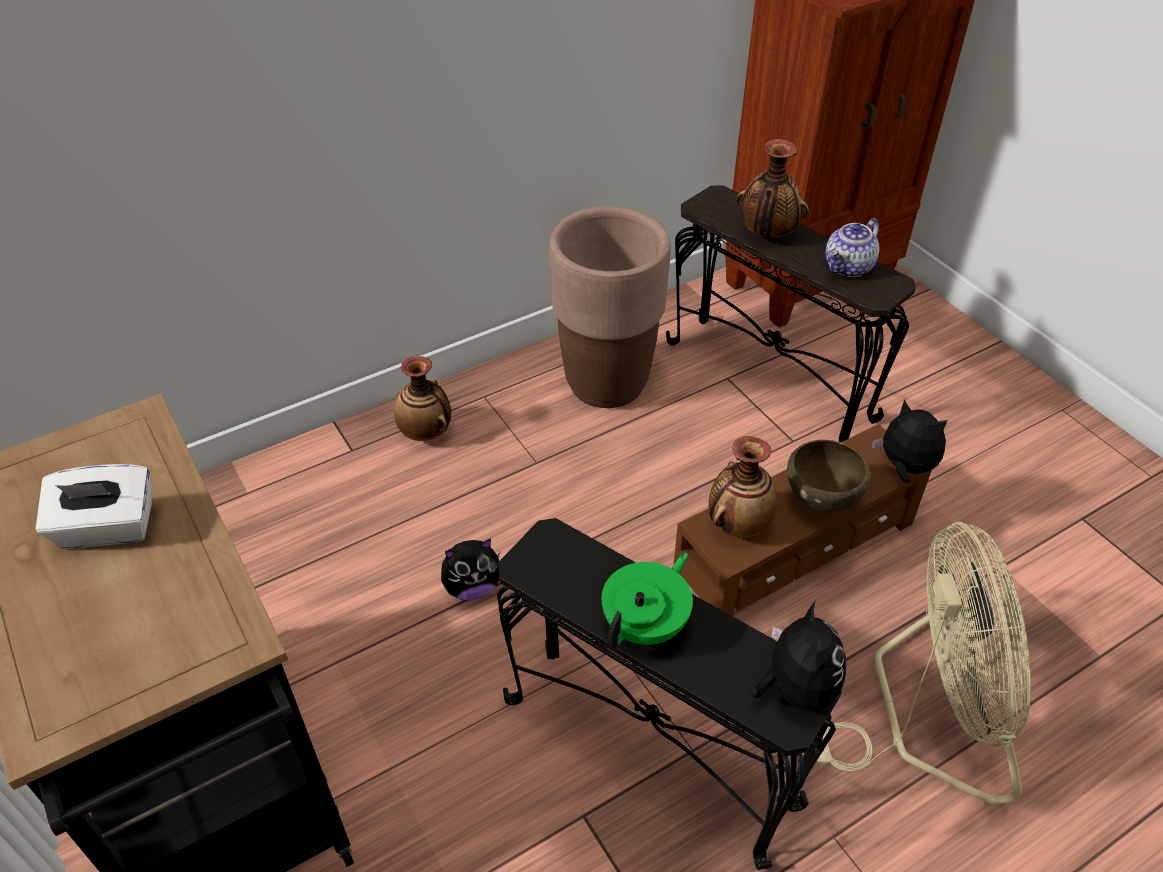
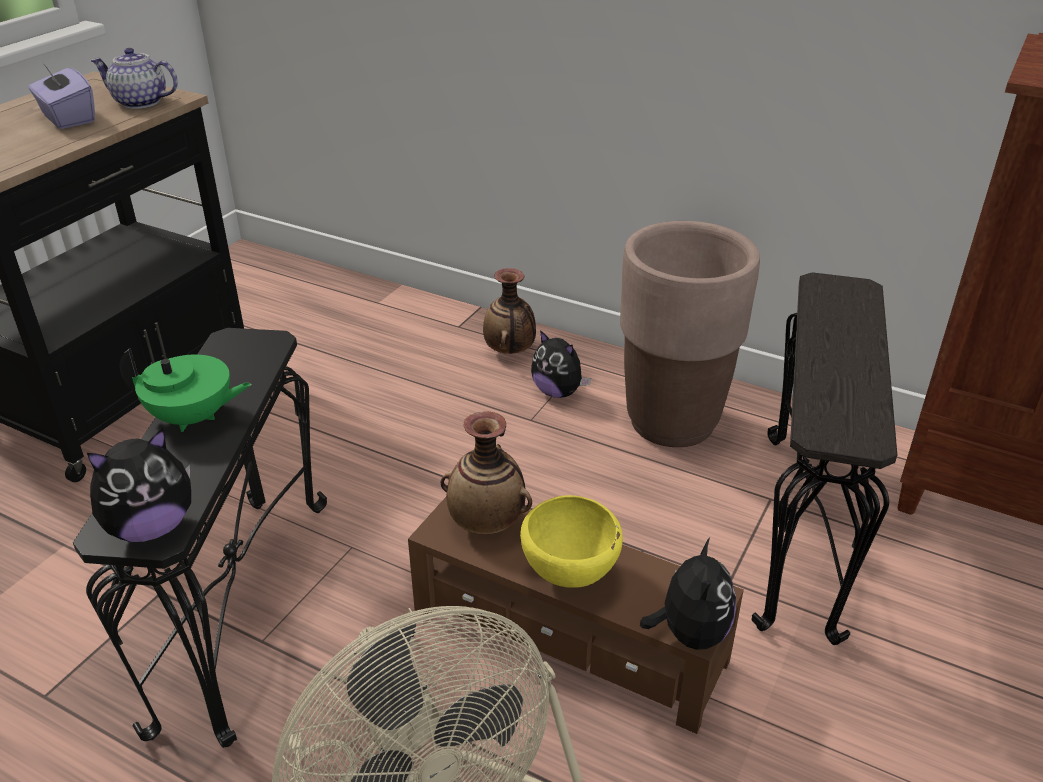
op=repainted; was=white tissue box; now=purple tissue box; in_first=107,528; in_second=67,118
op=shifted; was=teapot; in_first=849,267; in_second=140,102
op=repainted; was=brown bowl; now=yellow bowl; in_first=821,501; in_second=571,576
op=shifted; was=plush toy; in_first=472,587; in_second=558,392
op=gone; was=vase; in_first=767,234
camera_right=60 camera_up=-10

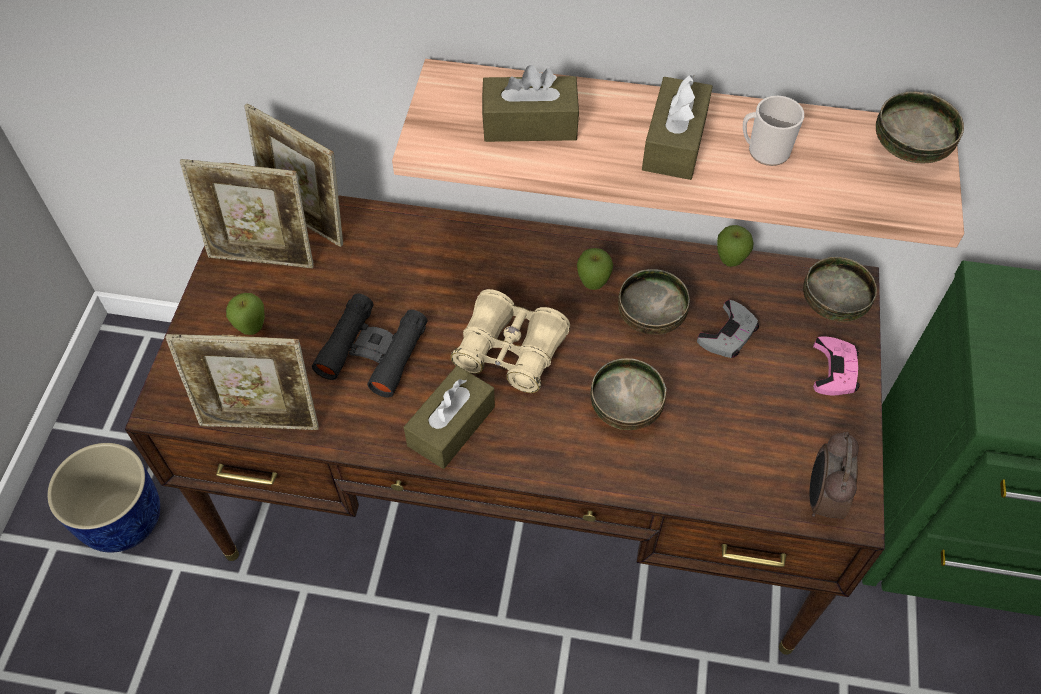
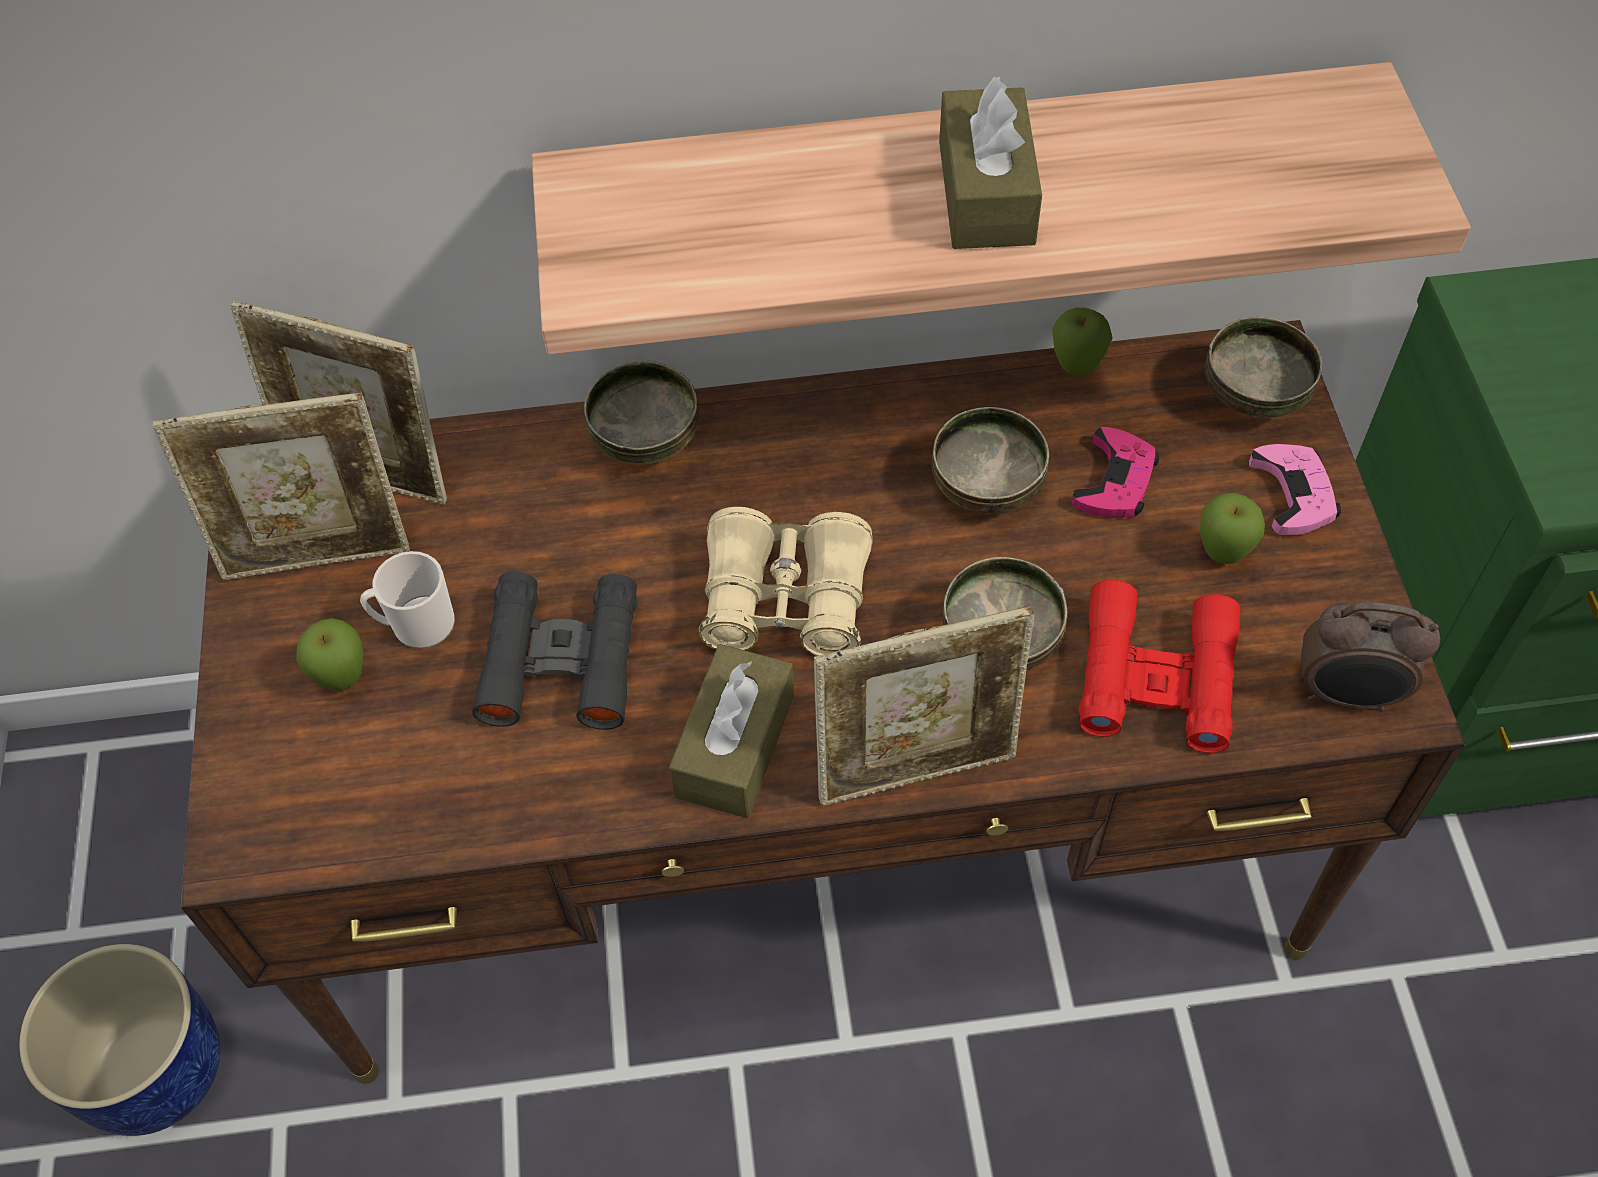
op=shifted; was=mug; in_first=764,151; in_second=416,625
op=shifted; was=bowl; in_first=909,148; in_second=645,438
op=shifted; was=picture frame; in_first=261,421; in_second=917,770
op=repainted; was=grey game controller; now=pink game controller; in_first=728,334; in_second=1115,481
op=new; now=red binoculars; in_second=1156,677
op=shifted; was=apple; in_first=593,285; in_second=1222,555
op=rotated; was=alarm clock; in_first=821,498; in_second=1347,695; clockwise=-75
op=gone; was=brown tissue box; in_first=530,124
camera_right=-15 camera_up=0

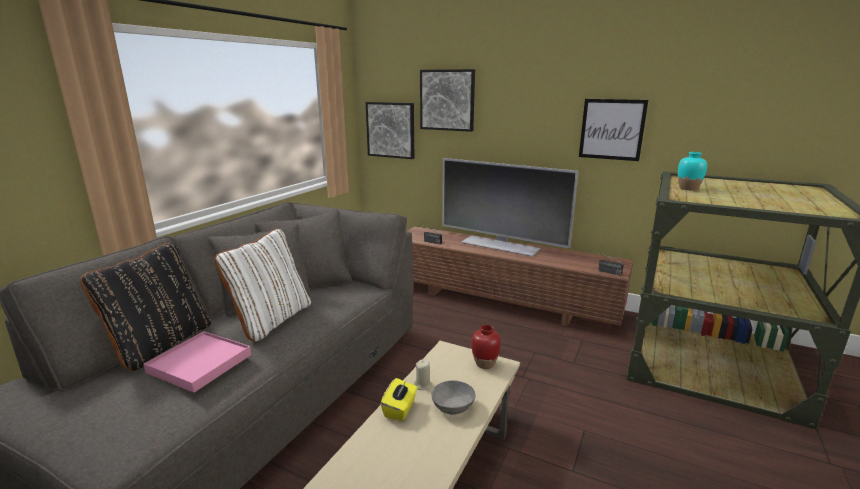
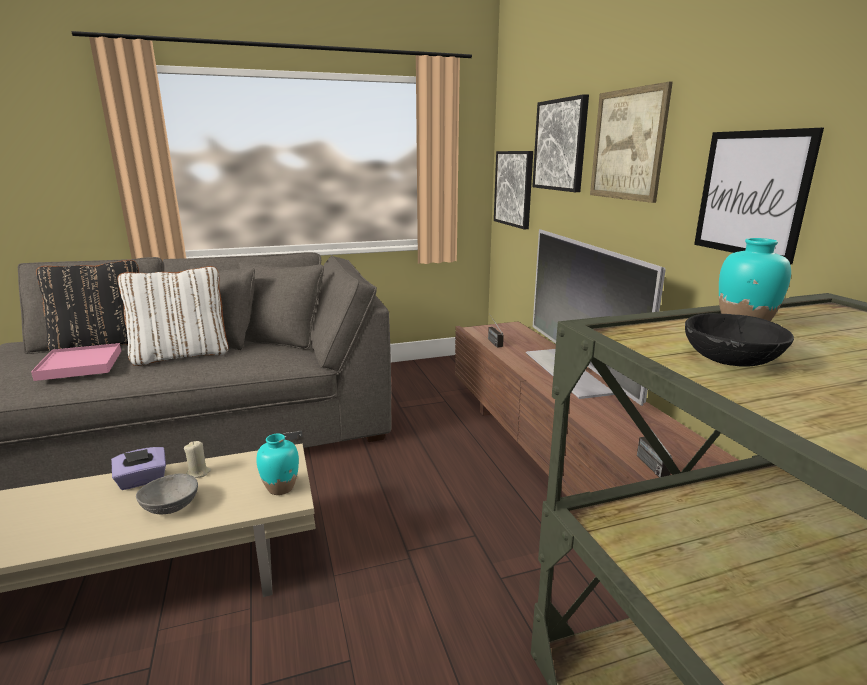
op=repainted; was=yellow tissue box; now=purple tissue box; in_first=400,409; in_second=142,480
op=repainted; was=red vase; now=turquoise vase; in_first=484,364; in_second=281,487
op=new; now=picture; in_second=628,145
op=new; now=black bowl; in_second=729,359
camera_right=45 camera_up=0

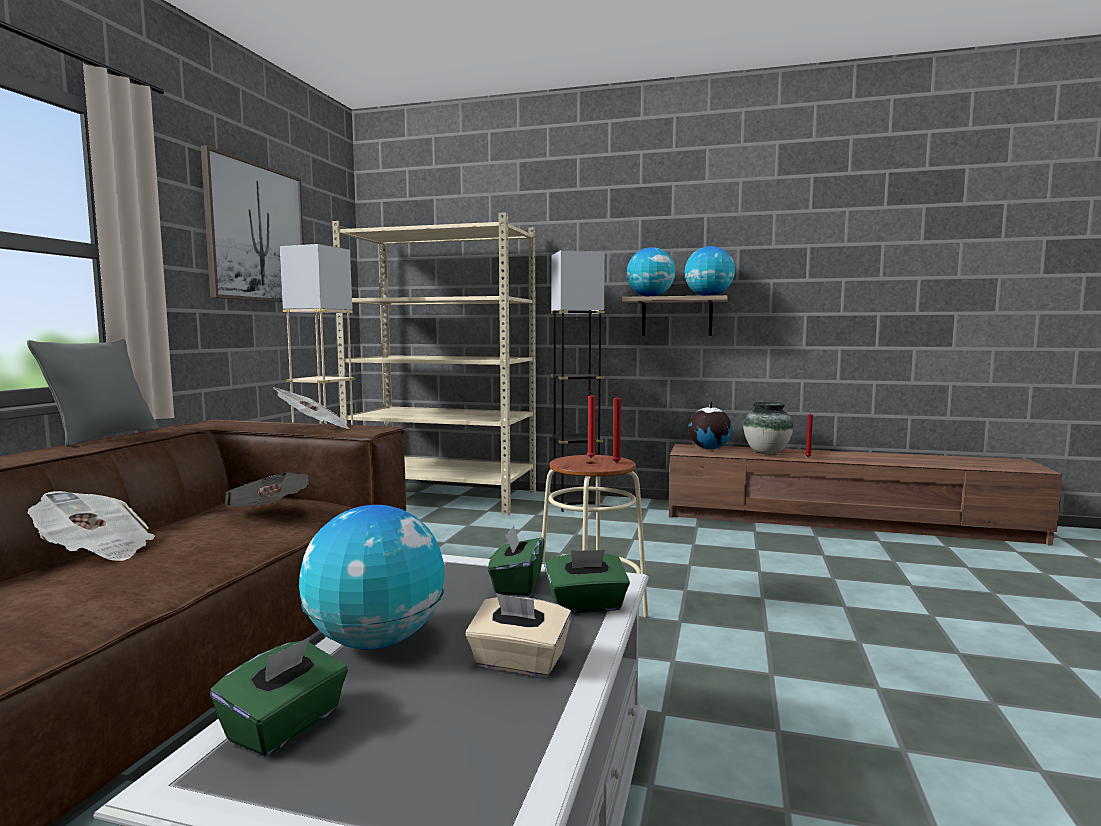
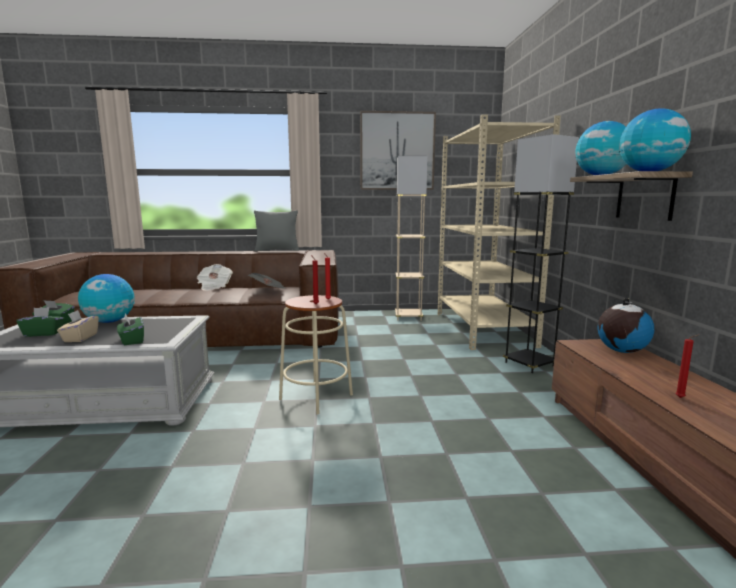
op=shifted; was=green tissue box; in_first=517,584; in_second=43,333
op=gone; was=newspaper; in_first=315,428
op=gone; was=vase; in_first=766,452
camera_right=70 camera_up=5

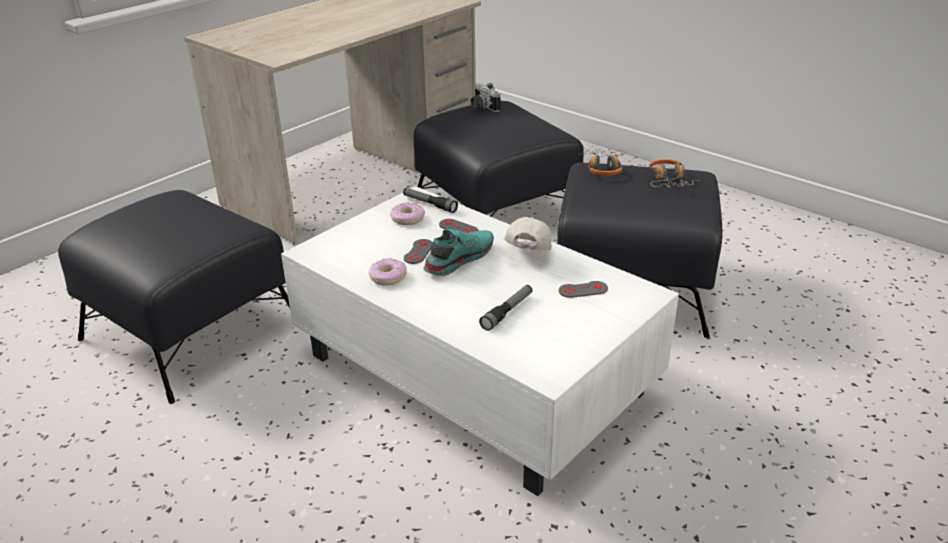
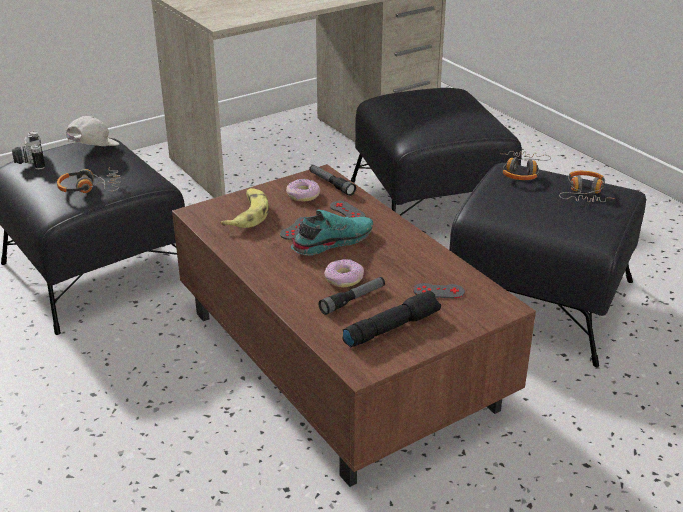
op=shifted; was=photo camera; in_first=481,108; in_second=29,161
op=new; now=headphones; in_second=90,188
op=shifted; was=white cap; in_first=527,256; in_second=92,151
op=repainted; was=white coffee table; now=brown coffee table; in_first=471,372; in_second=337,357
op=new; now=banana; in_second=247,215
op=shifted; was=donut; in_first=387,277; in_second=343,278
op=new; now=black flashlight; in_second=391,327
camera_right=15 camera_up=0

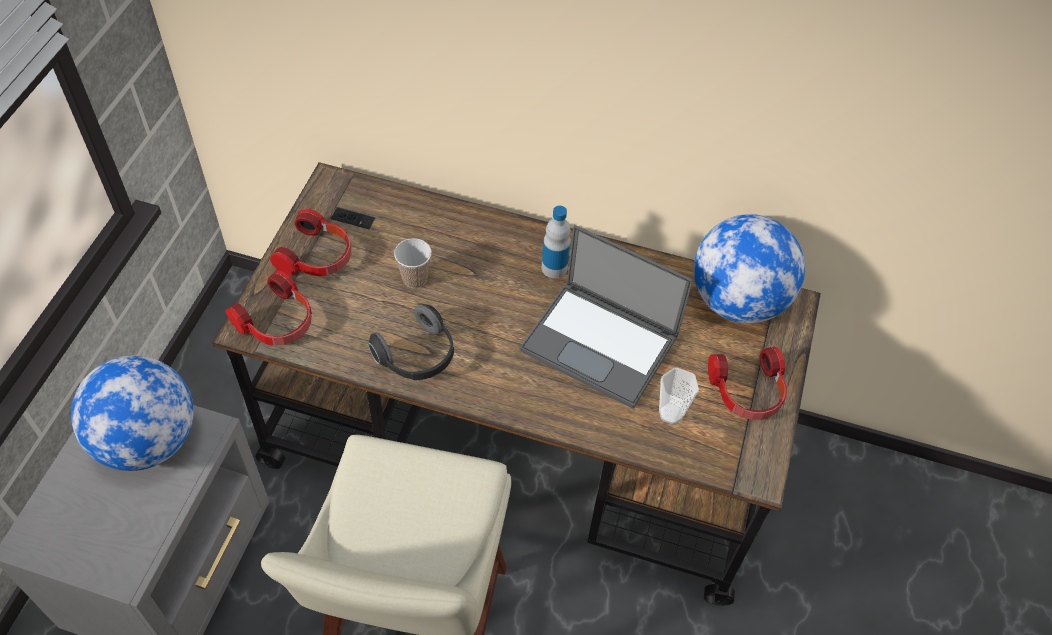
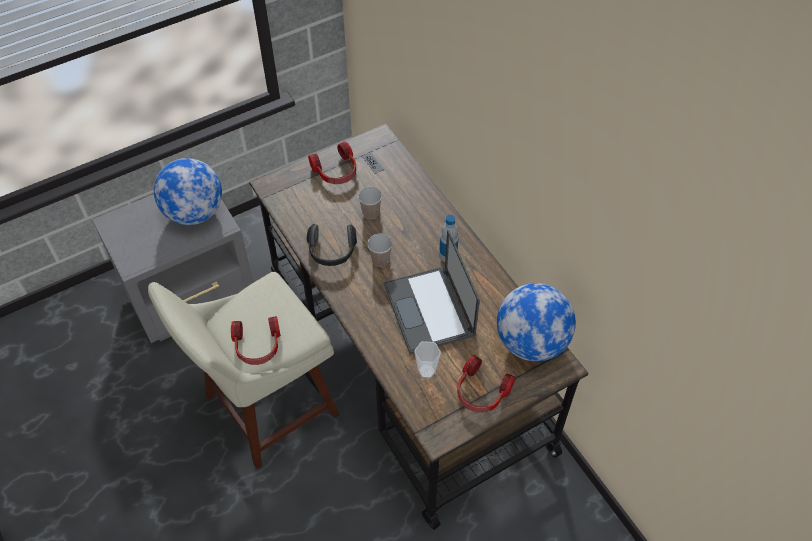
op=shifted; was=headphones; in_first=278,322; in_second=257,346
op=new; now=cup; in_second=380,260
camera_right=45 camera_up=0

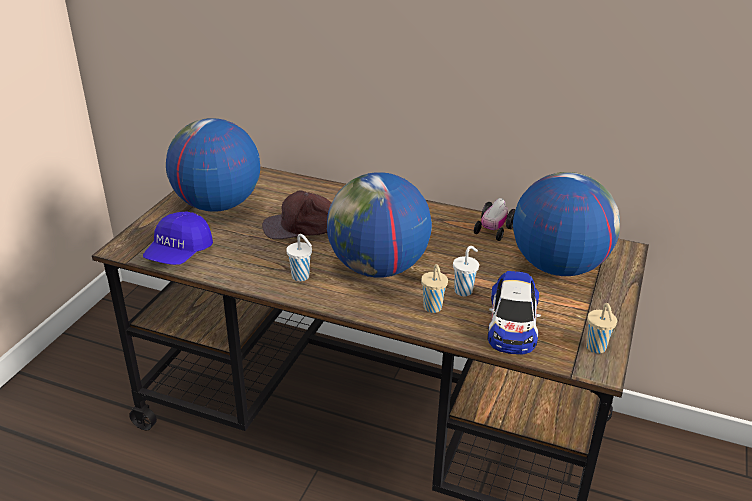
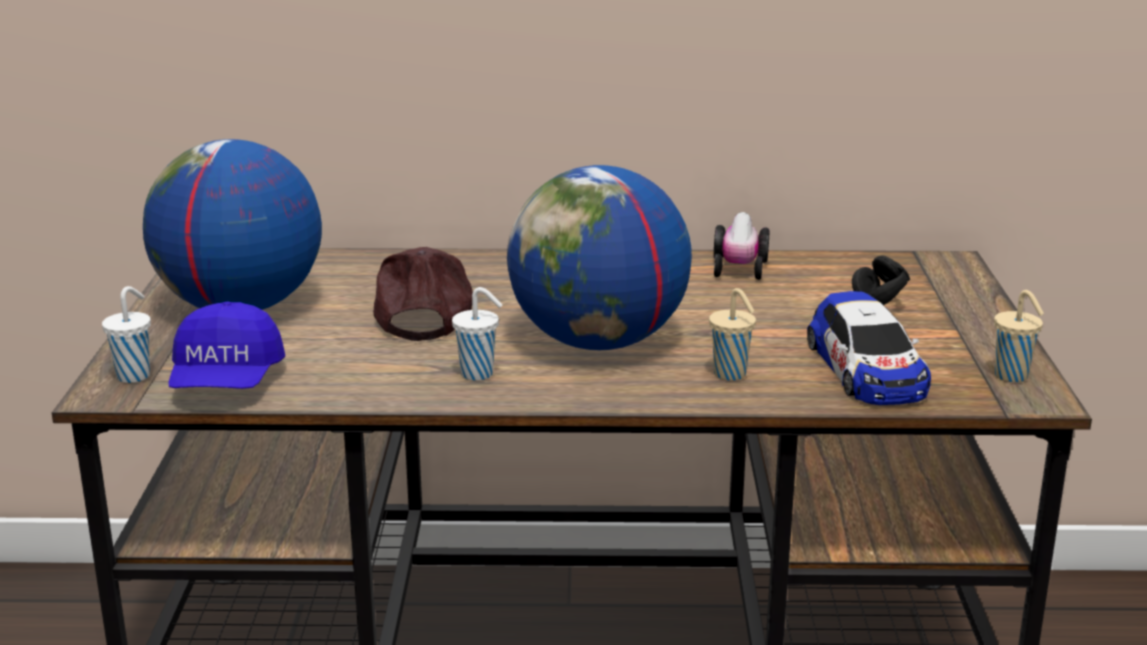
op=shifted; was=white cup; in_first=464,291; in_second=135,375
op=rotated; was=brown cap; in_first=302,227; in_second=422,312; clockwise=120
op=swapped; was=globe; now=black headphones; in_first=557,266; in_second=873,295
camera_right=-20 camera_up=-10

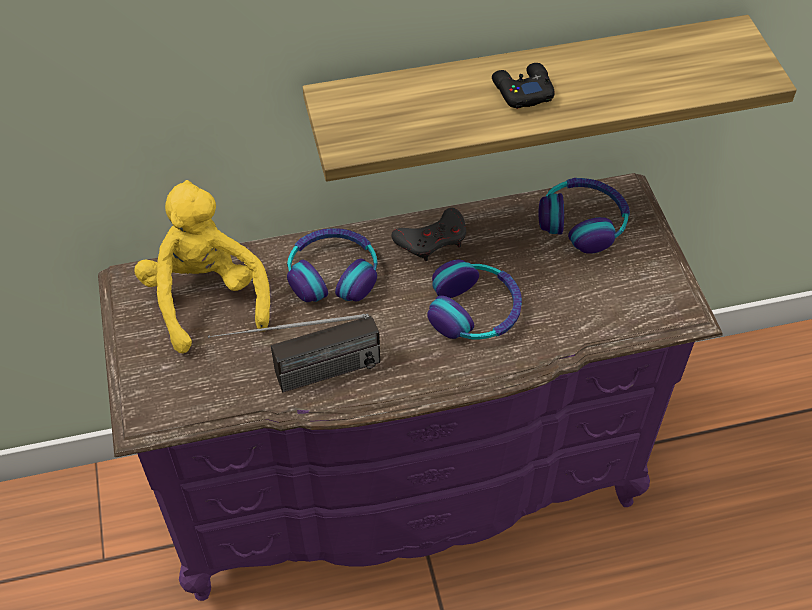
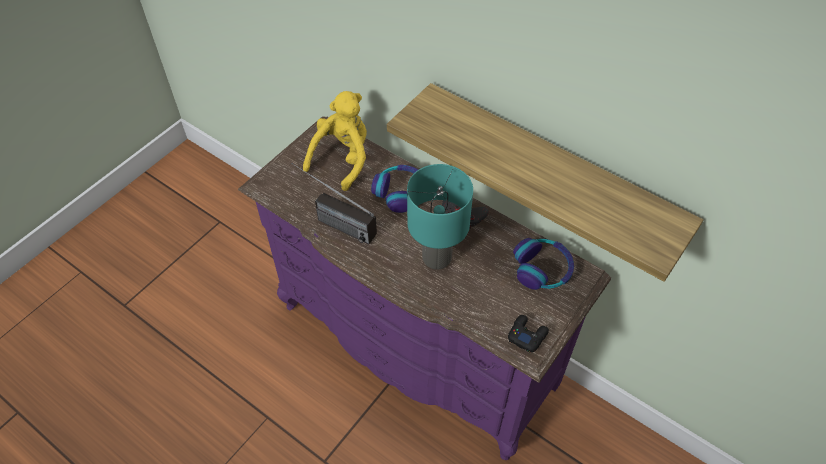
op=swapped; was=headphones; now=turquoise table lamp; in_first=474,311; in_second=436,260
op=shifted; was=black game controller; in_first=522,91; in_second=527,335
camera_right=50 camera_up=0

